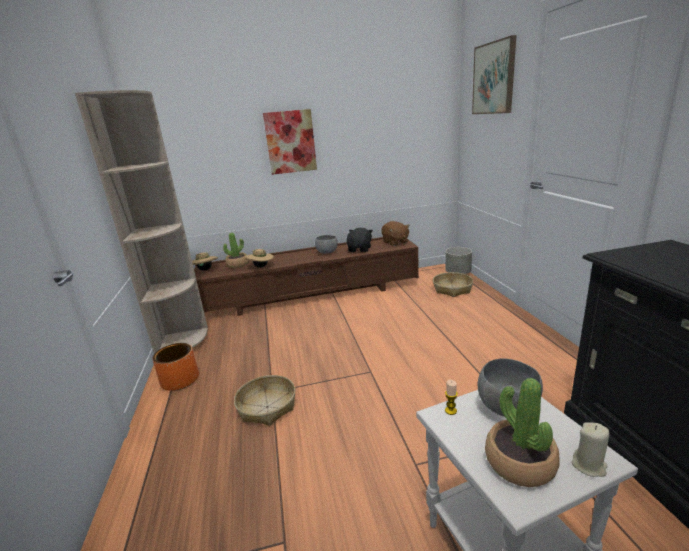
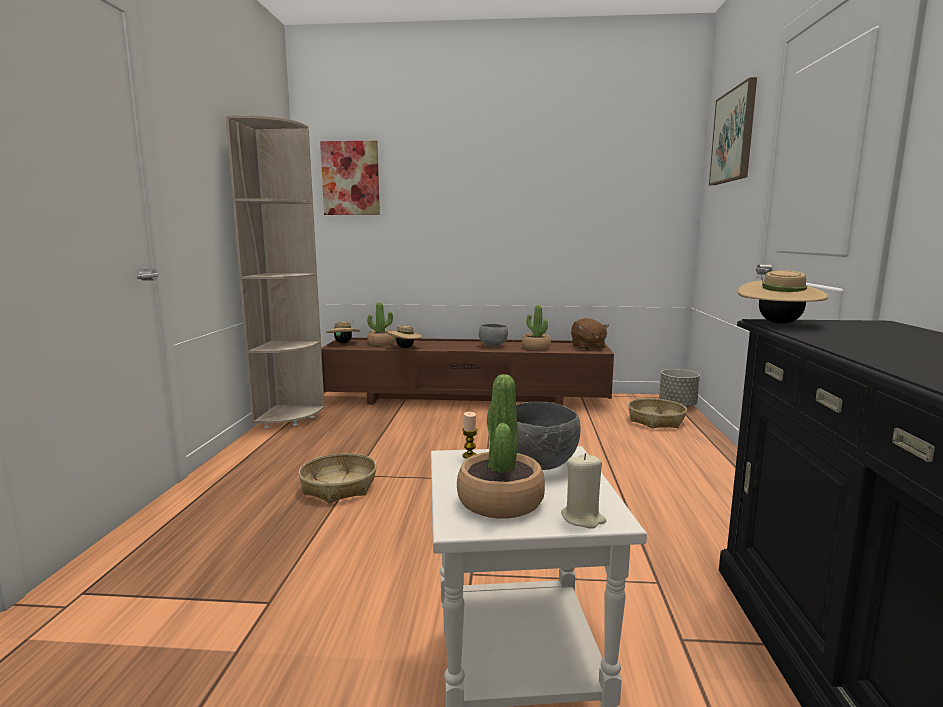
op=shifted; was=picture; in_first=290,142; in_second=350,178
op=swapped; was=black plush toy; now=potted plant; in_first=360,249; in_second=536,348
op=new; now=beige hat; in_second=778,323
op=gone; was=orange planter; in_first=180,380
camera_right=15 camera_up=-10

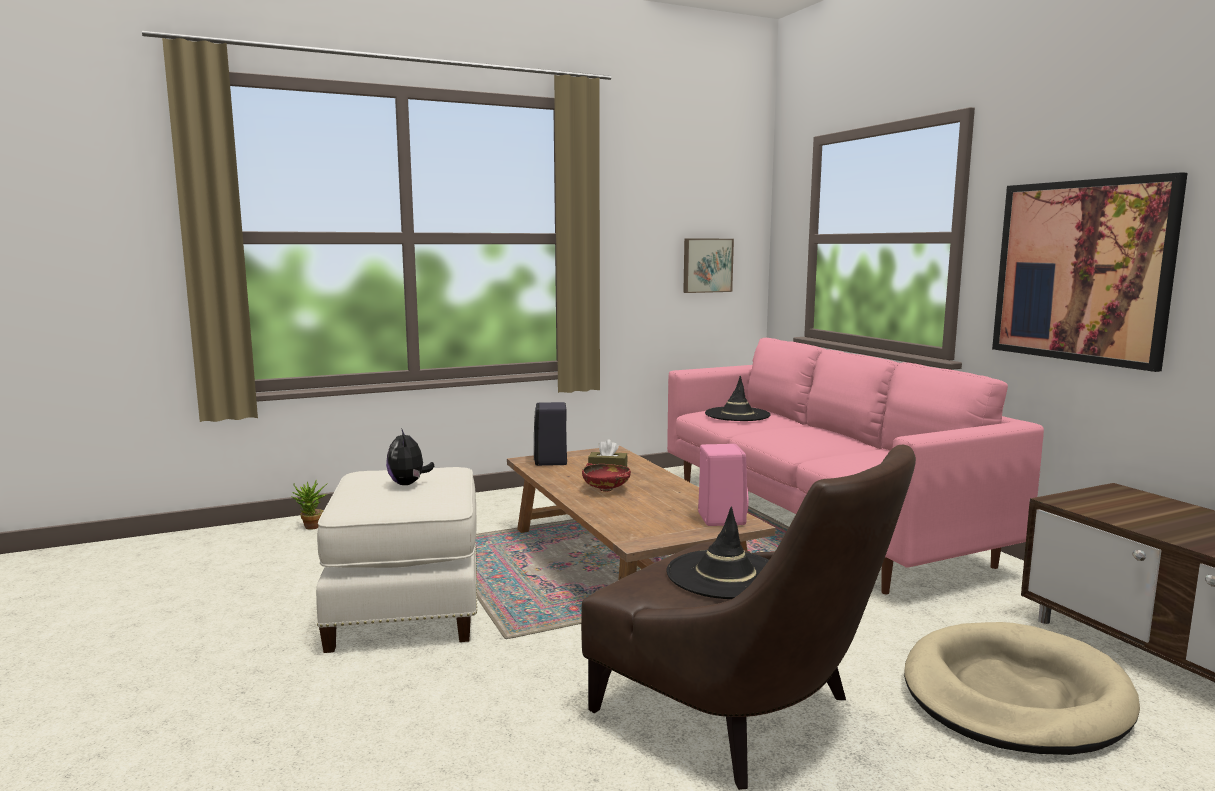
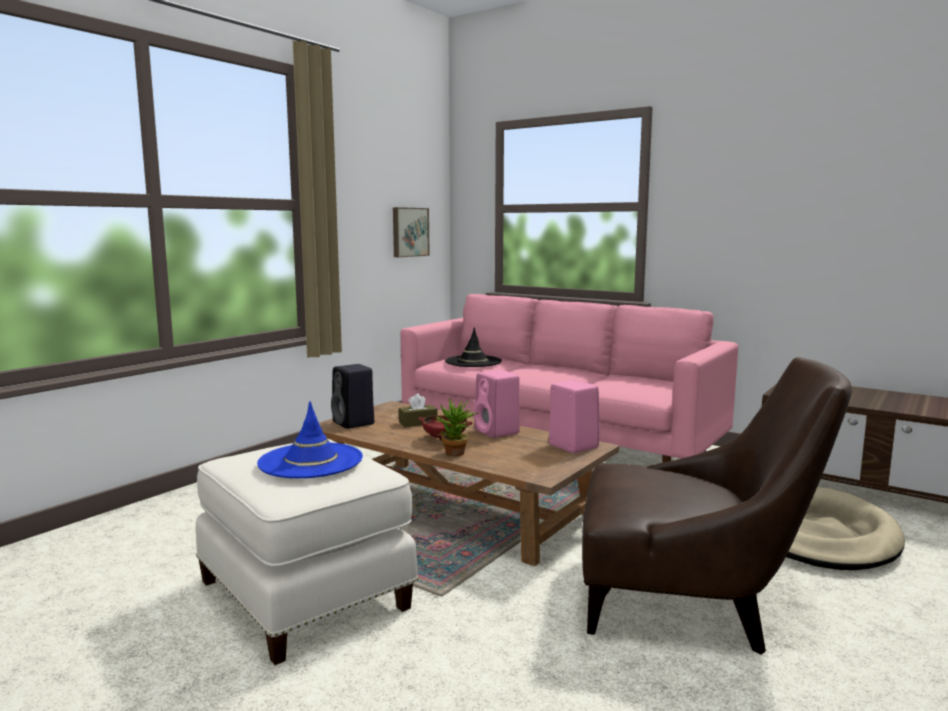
op=swapped; was=plush toy; now=blue hat; in_first=408,484; in_second=311,461
op=shifted; was=potted plant; in_first=311,528; in_second=456,454
op=new; now=pink speaker; in_second=498,432
op=gone; was=black hat; in_first=725,575
op=gone; was=picture; in_first=1081,271
camera_right=-30 camera_up=0

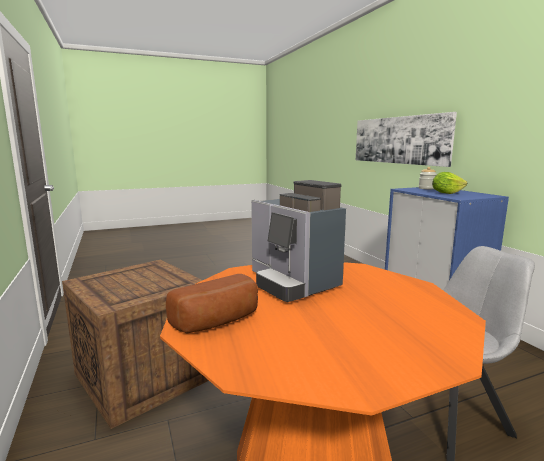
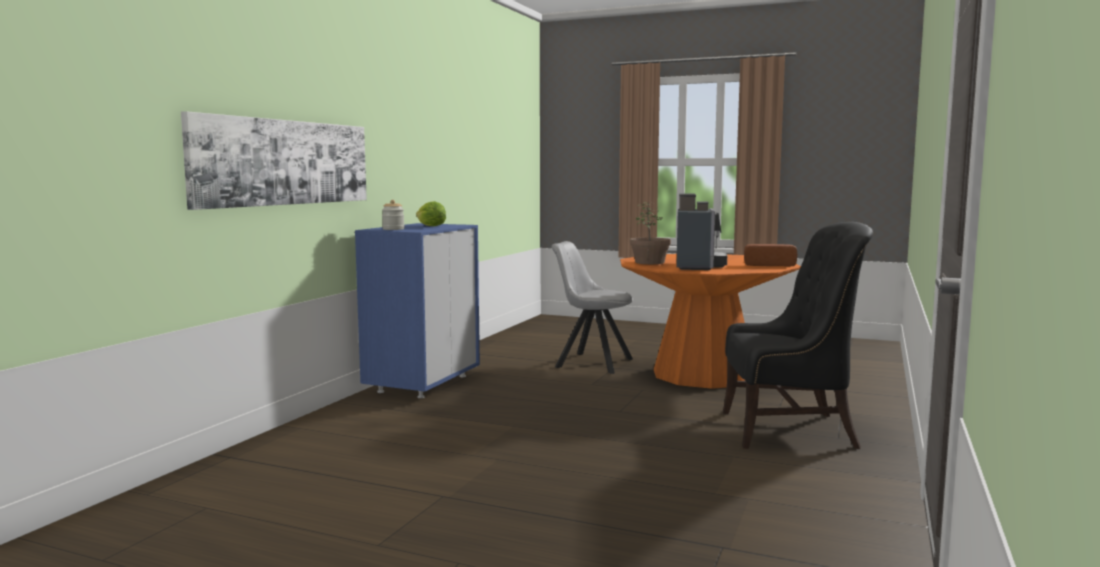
op=new; now=potted plant; in_second=650,262
op=swapped; was=crate; now=black chair; in_first=141,376; in_second=790,430
camera_right=-135 camera_up=-5

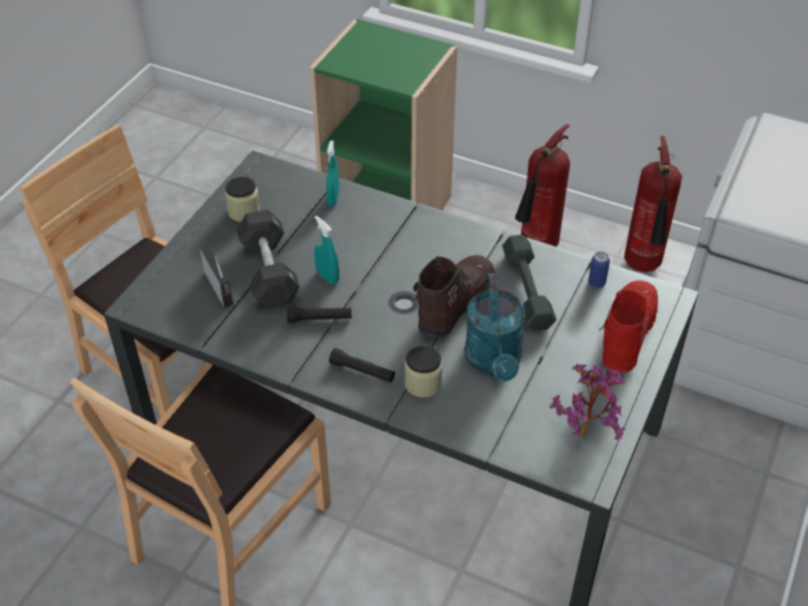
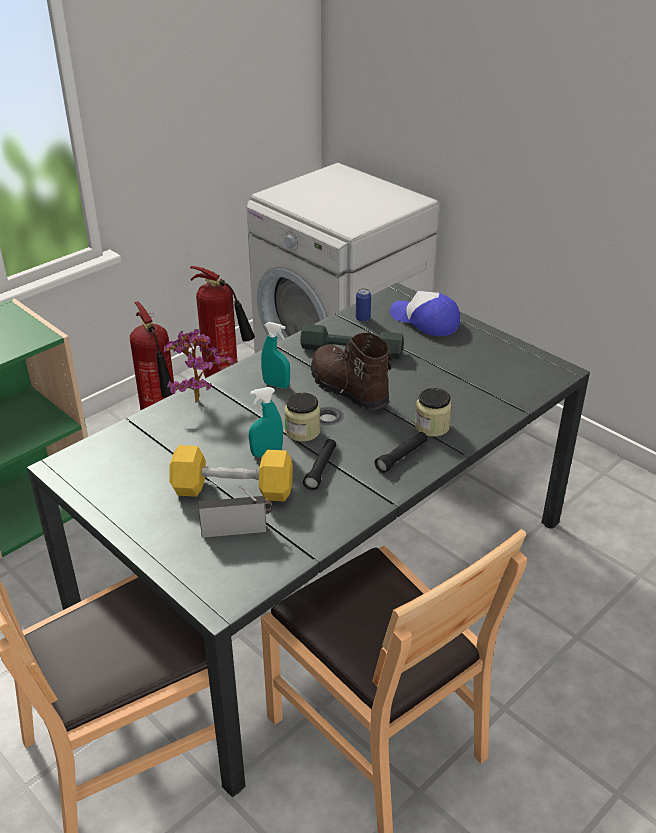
op=shifted; was=potted plant; in_first=585,432; in_second=197,398
op=repainted; was=black dumbbell; now=yellow dumbbell; in_first=269,271; in_second=233,490
op=shifted; was=turquoise spray bottle; in_first=333,199; in_second=276,385
op=shifted; was=jar; in_first=244,211; in_second=302,431
op=swapped; was=red boot; now=cap; in_first=625,335; in_second=425,321
op=gone; was=turquoise watering can; in_first=494,362
camera_right=-70 camera_up=-10

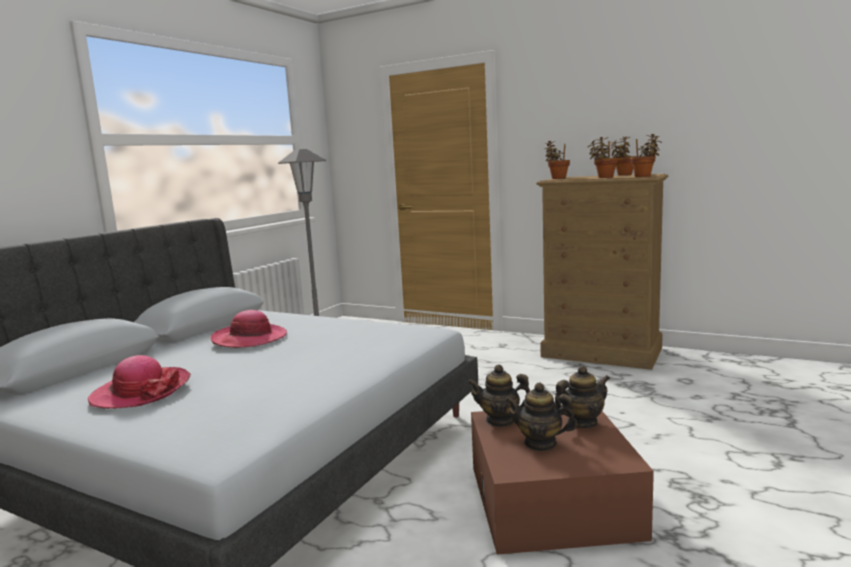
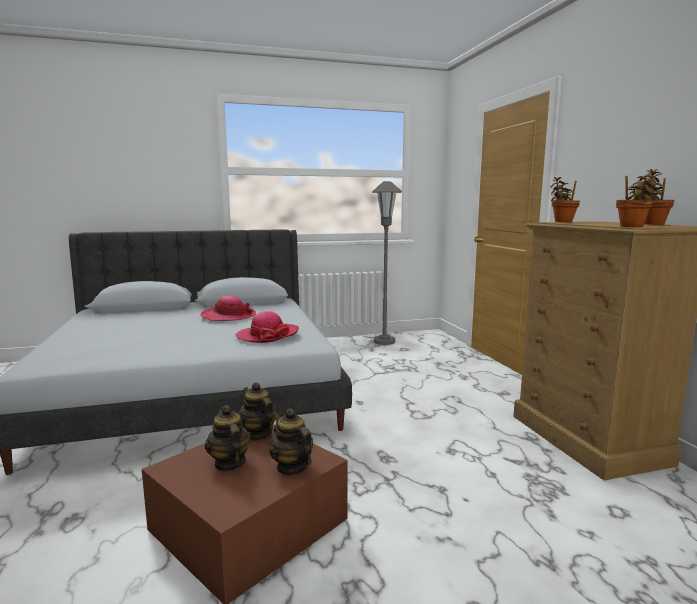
op=shifted; was=hat; in_first=141,392; in_second=268,335
op=rotated; was=teapot; in_first=581,423; in_second=291,467; clockwise=-150
op=gone; was=potted plant; in_first=603,177
camera_right=45 camera_up=0

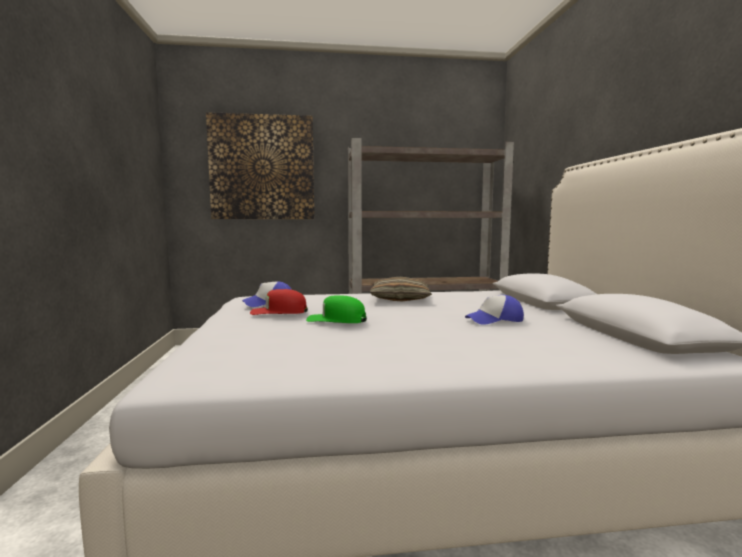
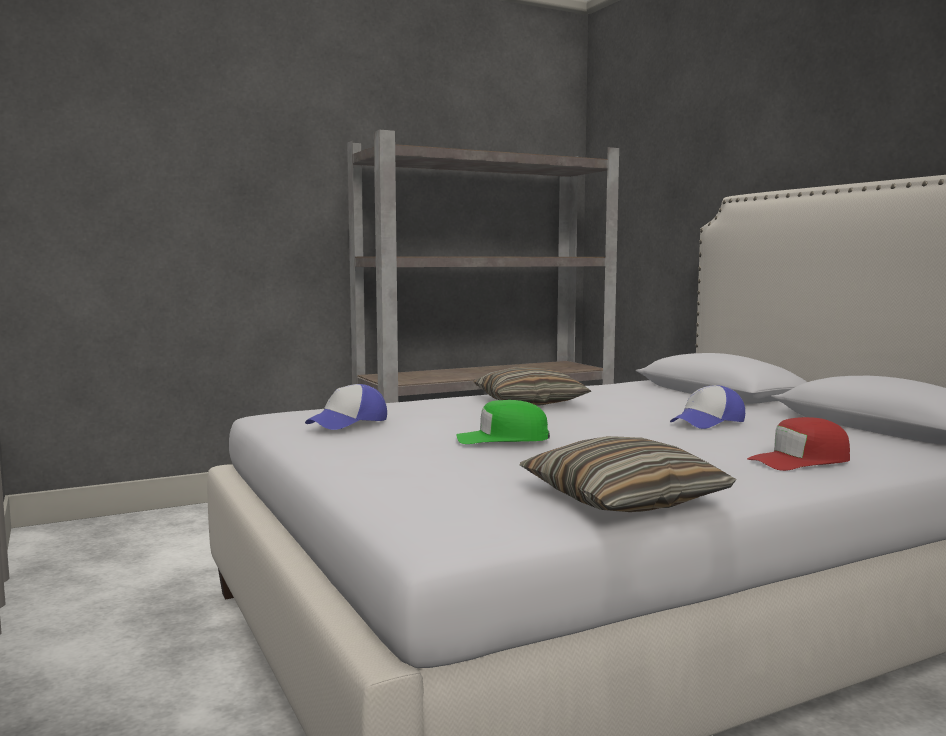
op=new; now=pillow; in_second=624,499
op=shifted; was=red cap; in_first=279,312; in_second=800,461
op=gone; was=picture; in_first=262,167
camera_right=-20 camera_up=0

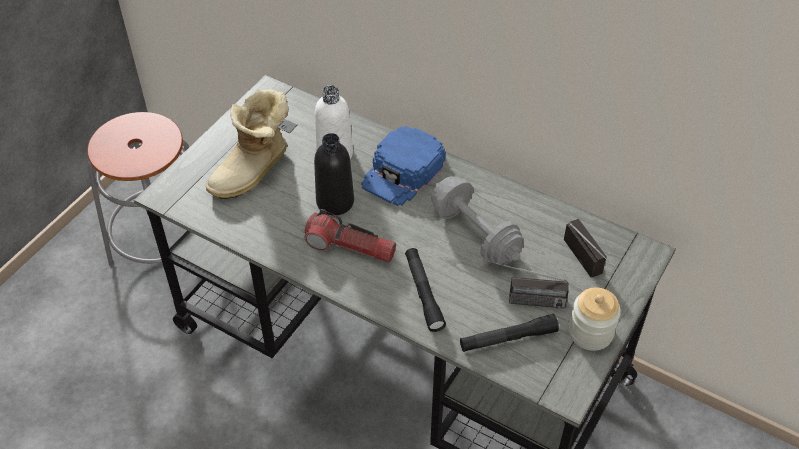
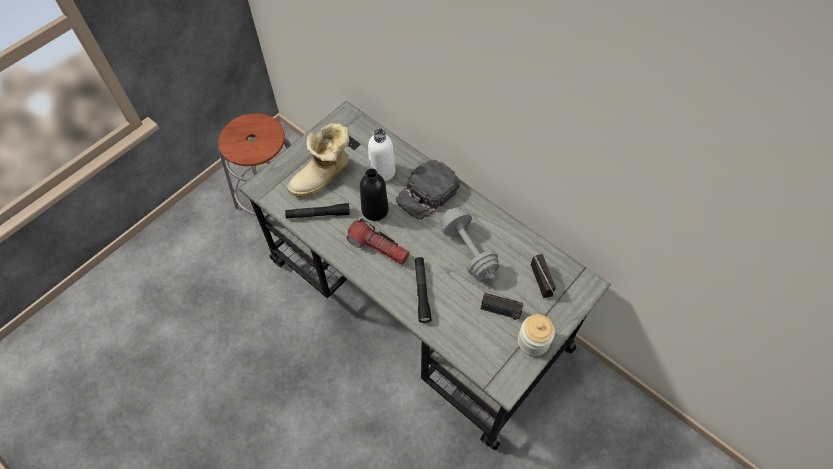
op=shifted; was=black flashlight; in_first=508,339; in_second=318,214
op=repainted; was=blue cap; now=black cap; in_first=403,172; in_second=427,193
camera_right=10 camera_up=10

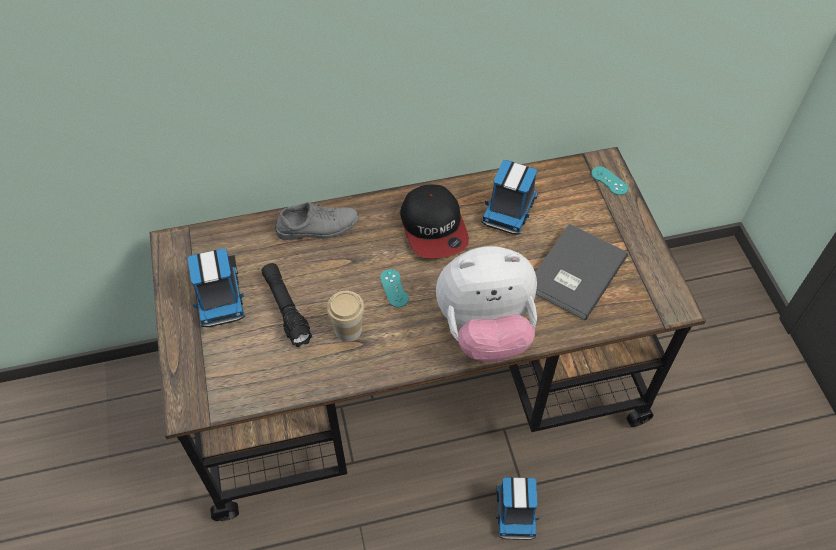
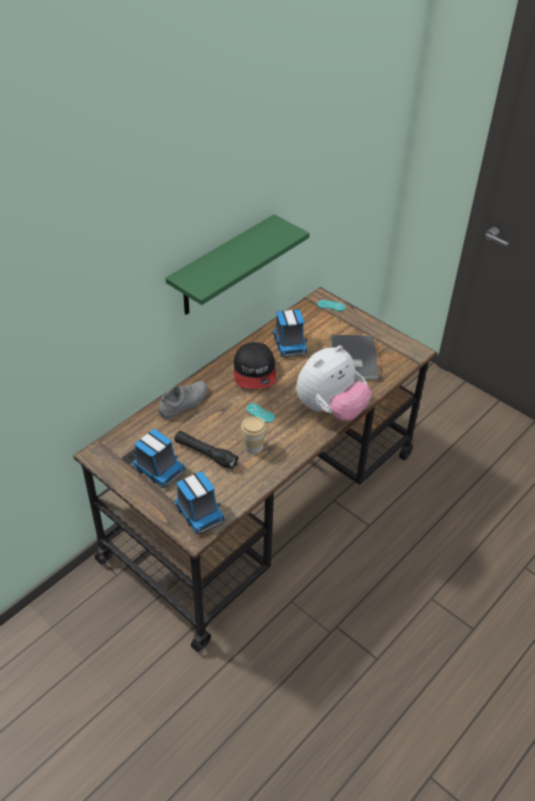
op=new; now=green shelf; in_second=222,267
op=shifted; was=toy truck; in_first=515,511; in_second=198,512
op=rotated; was=cap; in_first=434,227; in_second=255,371; clockwise=45
camera_right=-35 camera_up=-10

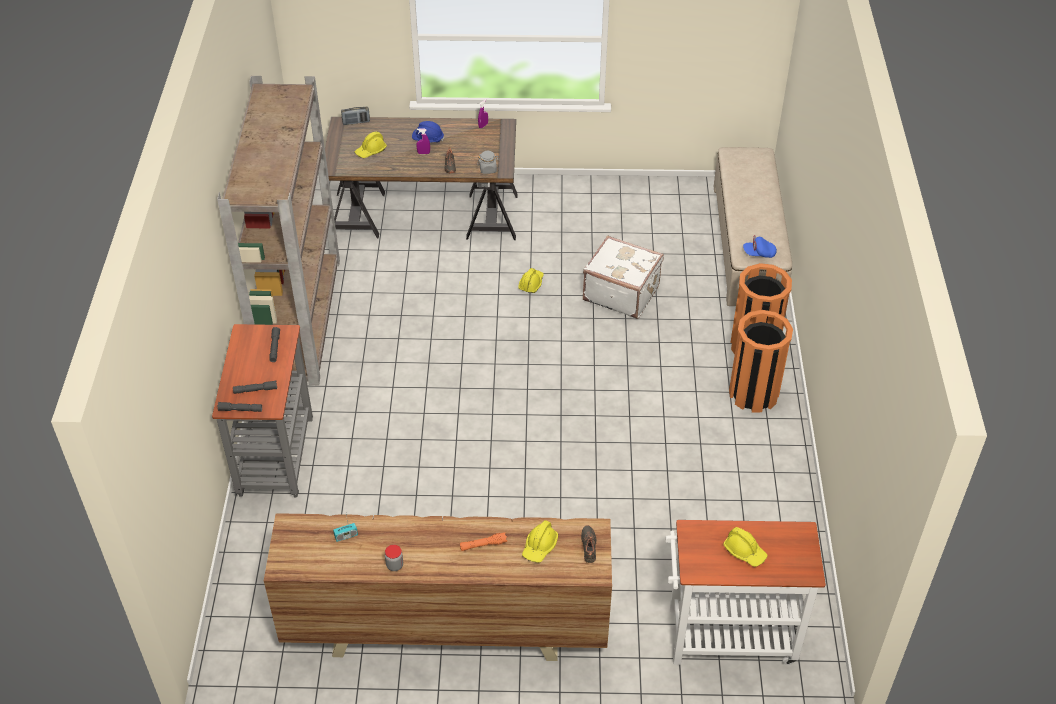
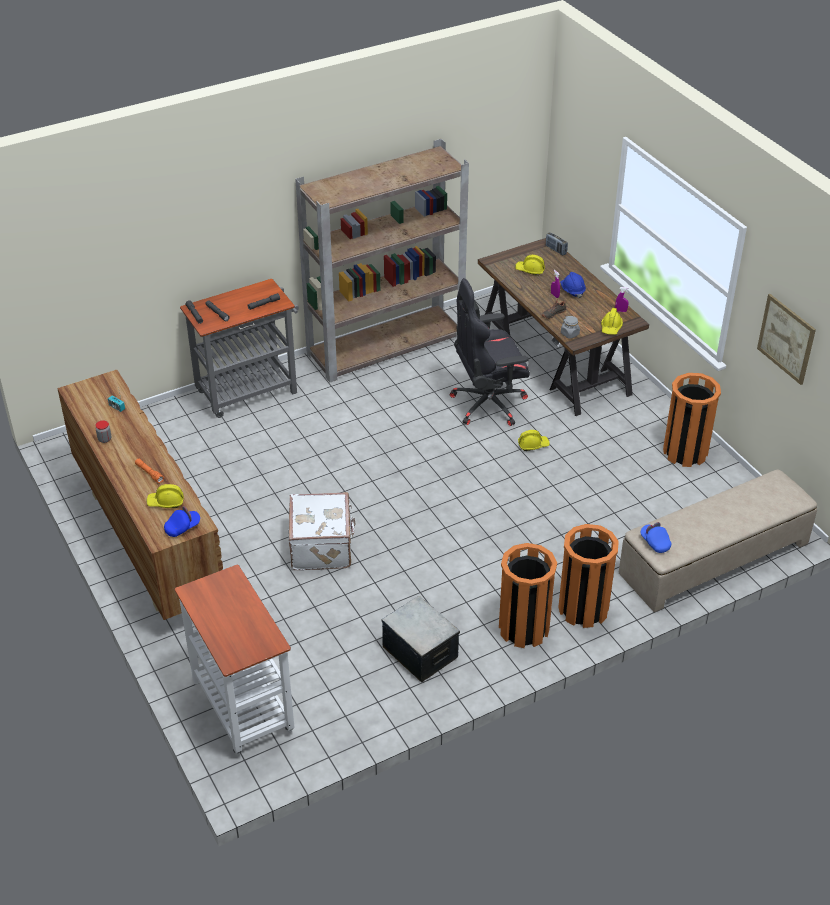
op=swapped; was=black shoe; now=blue cap; in_first=589,546; in_second=182,528
op=shifted; was=white suitcase; in_first=621,292; in_second=322,547
op=new; now=storage box; in_second=420,652
op=new; now=black office chair; in_second=489,404
op=shifted; was=yellow hard hat; in_first=744,551; in_second=611,327
op=new; now=orange trash can; in_second=685,452
op=new; now=picture; in_second=786,339
camera_right=60 camera_up=-5

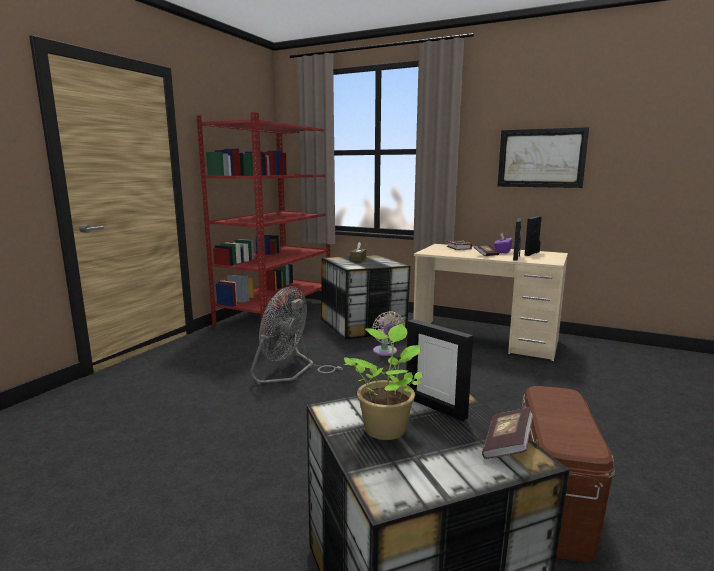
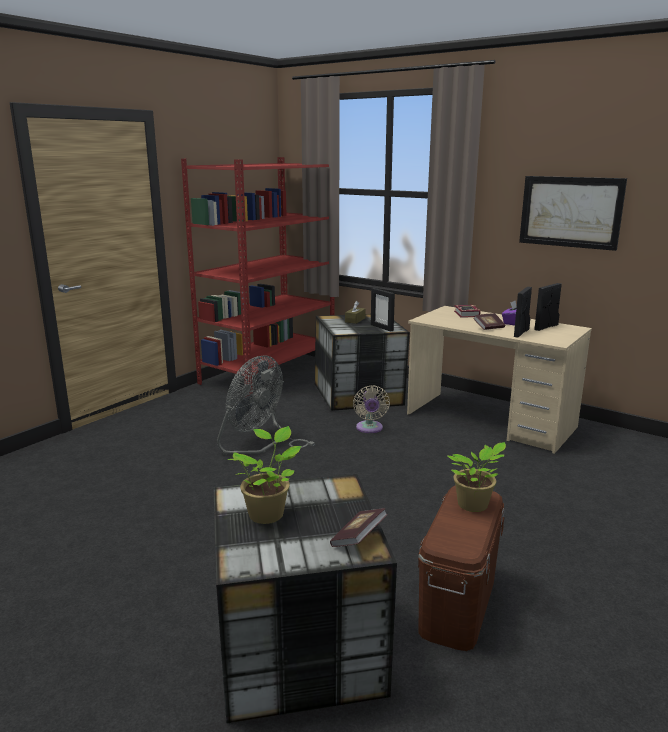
op=shifted; was=picture frame; in_first=436,406; in_second=382,327
op=new; now=potted plant; in_second=474,505
camera_right=10 camera_up=5

